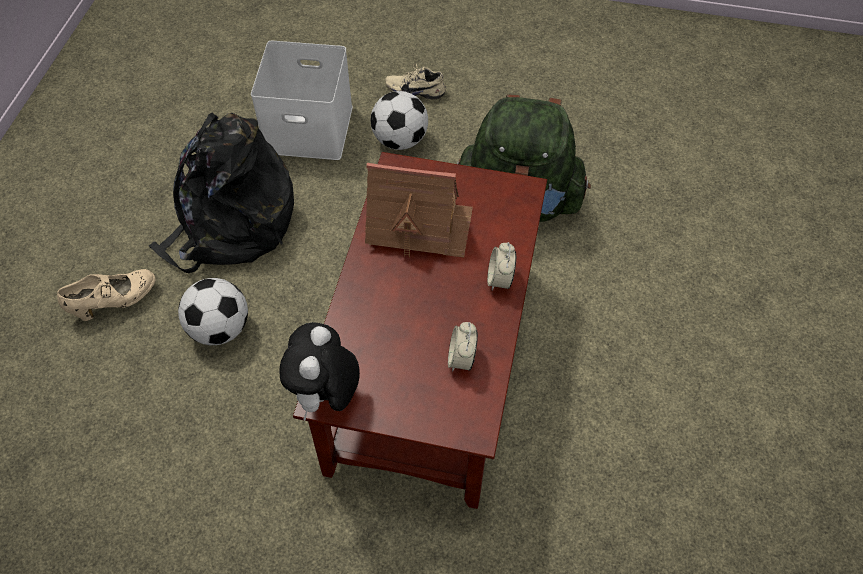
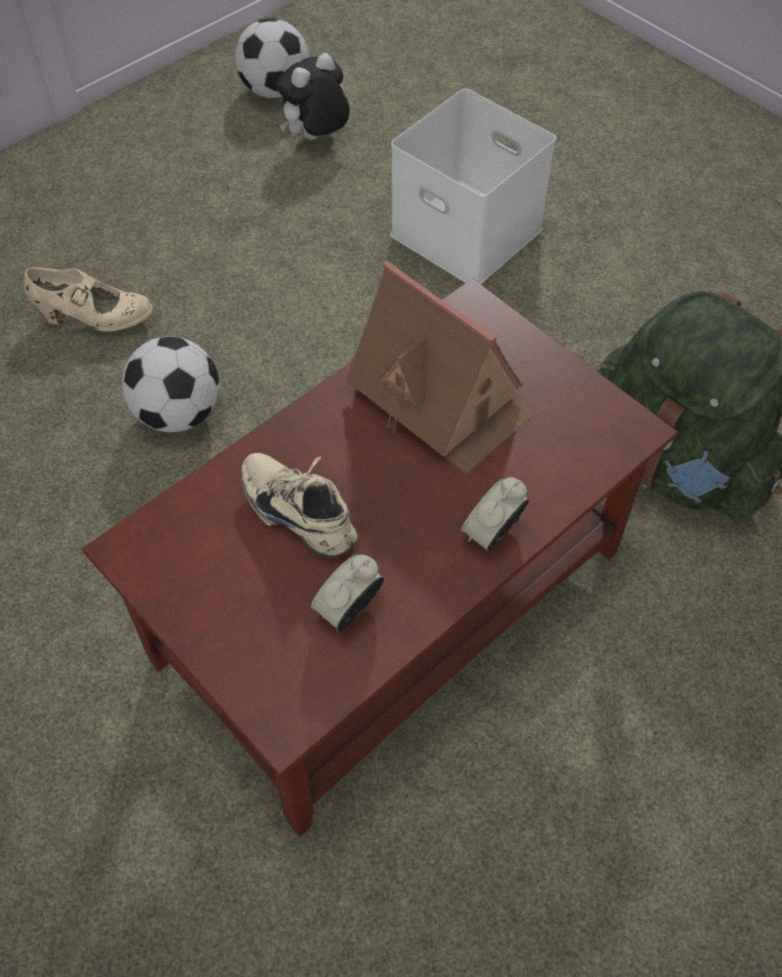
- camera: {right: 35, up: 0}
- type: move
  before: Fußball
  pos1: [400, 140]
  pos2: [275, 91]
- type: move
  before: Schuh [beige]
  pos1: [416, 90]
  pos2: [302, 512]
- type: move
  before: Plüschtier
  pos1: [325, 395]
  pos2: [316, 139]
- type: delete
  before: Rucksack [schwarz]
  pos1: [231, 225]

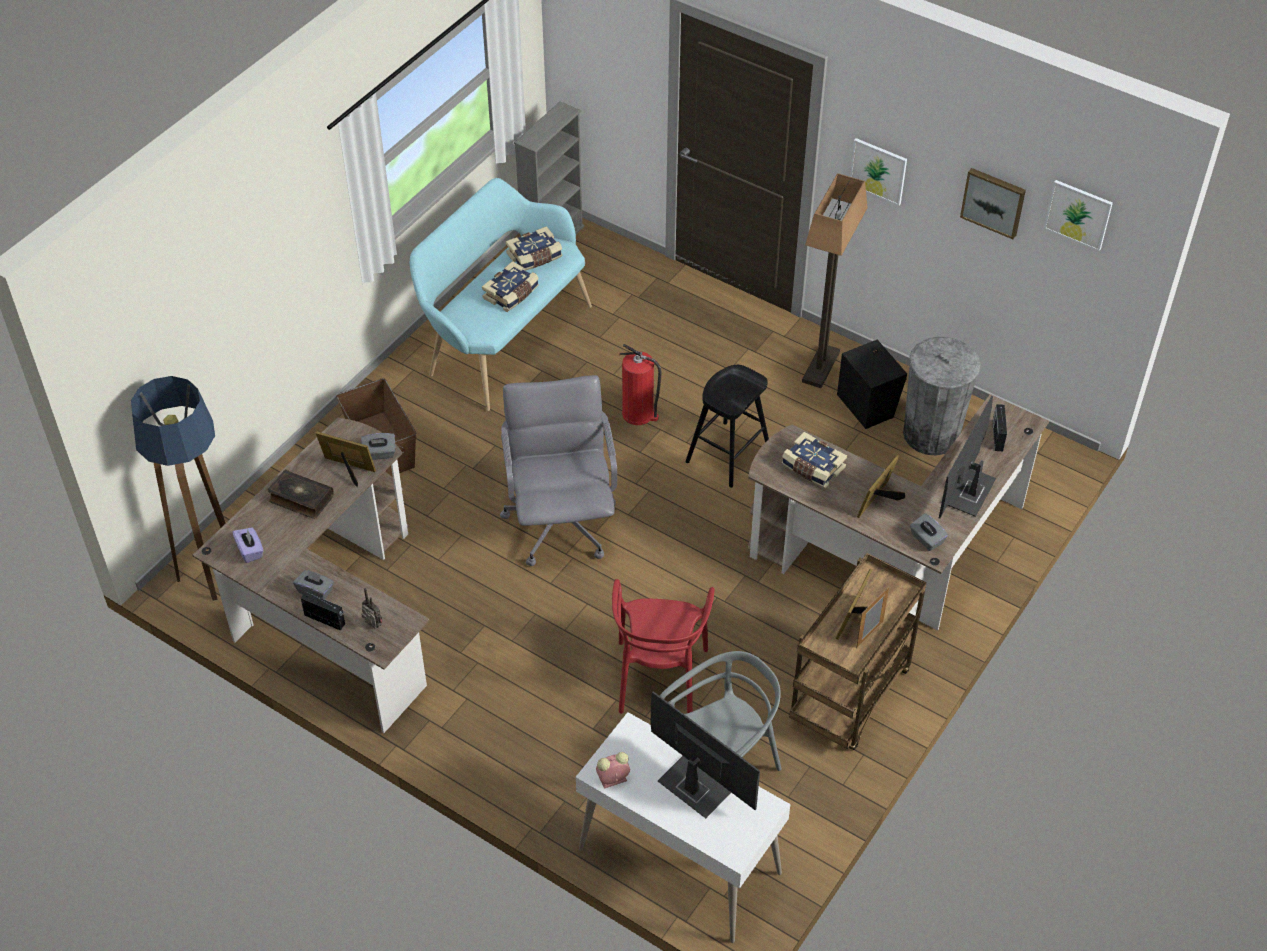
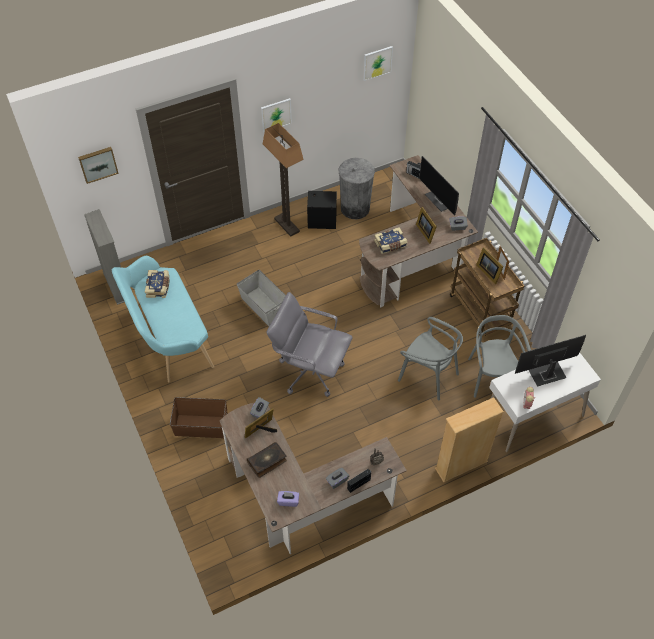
- camera: {right: -60, up: 5}
- type: move
  before: Bild
  pos1: [994, 201]
  pos2: [98, 164]
- type: replace
  before: Feuerlöscher
  after: Aufbewahrungsbox [grau]
  pos1: [639, 414]
  pos2: [263, 307]
- type: recolor
  before: Stuhl [rot]
  after: Stuhl [grau]
  pos1: [659, 678]
  pos2: [428, 375]
- type: insert
  after: Bücherregal [beige]
  pos2: [461, 465]
- type: delete
  before: Stehlampe
  pos1: [213, 572]
- type: delete
  before: Buch
  pos1: [512, 294]
- type: delete
  before: Hocker [schwarz]
  pos1: [727, 454]

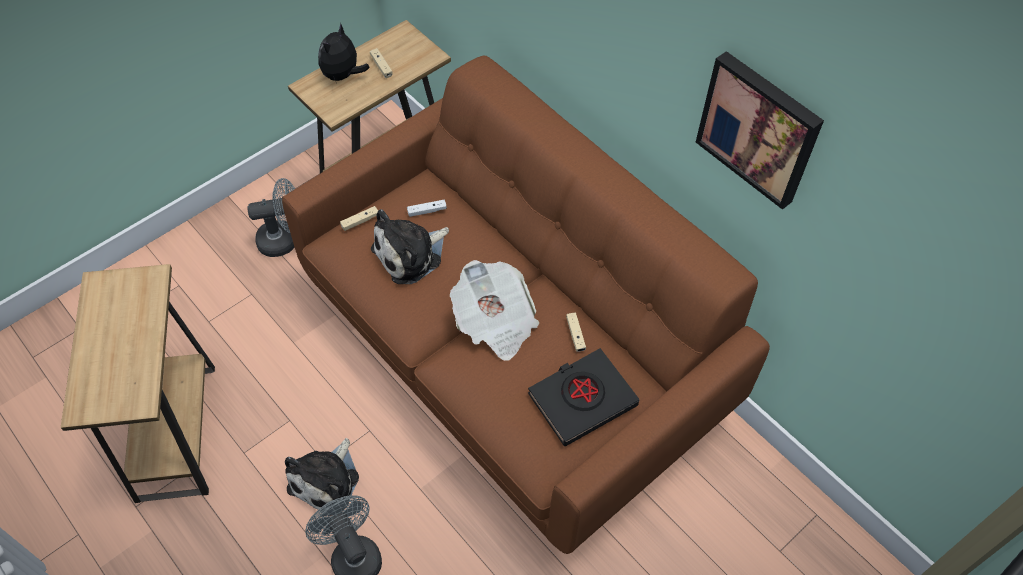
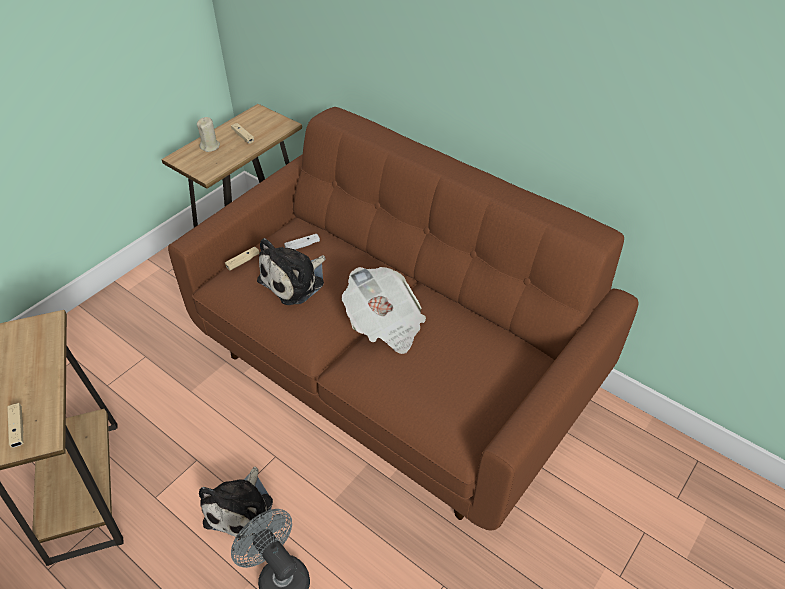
- camera: {right: -10, up: -10}
- type: move
  before: Gamepad [beige]
  pos1: [575, 335]
  pos2: [18, 428]
- type: replace
  before: Plüschtier
  after: Kerze [beige]
  pos1: [343, 76]
  pos2: [210, 146]
- type: delete
  before: Ventilator [grau]
  pos1: [284, 239]
- type: delete
  before: Buch [schwarz]
  pos1: [582, 399]
- type: delete
  before: Bild
  pos1: [760, 128]

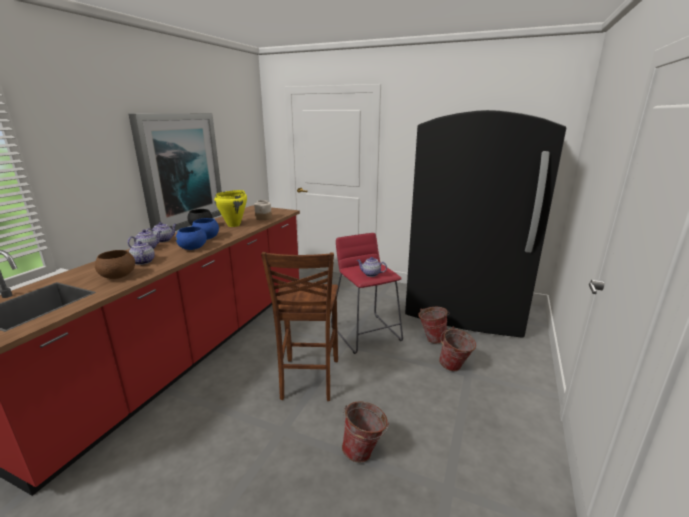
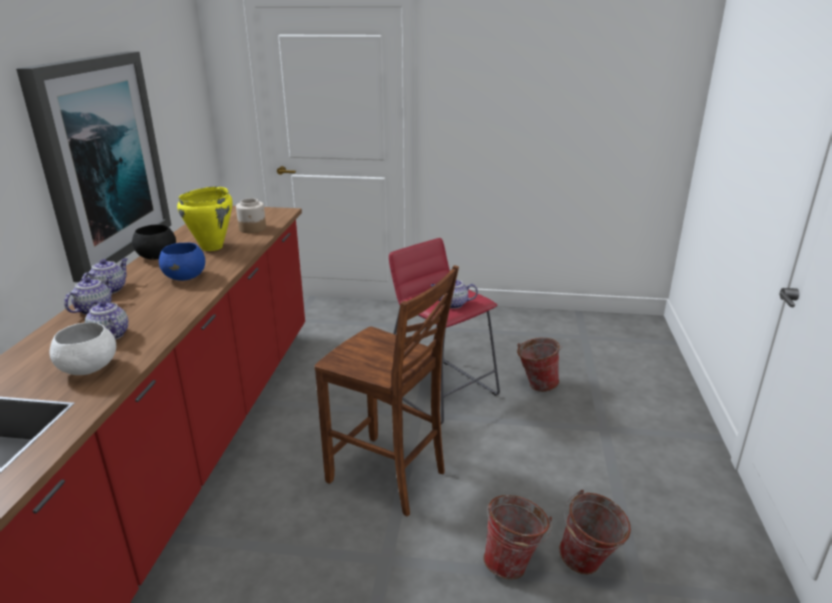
- camera: {right: -15, up: 5}
- type: recolor
  before: Schüssel [braun]
  after: Schüssel [weiß]
  pos1: [118, 276]
  pos2: [88, 368]
- type: rotate
  before: Stuhl [braun]
  pos1: [308, 380]
  pos2: [388, 477]
  turn: -45
- type: move
  before: Eimer
  pos1: [454, 368]
  pos2: [589, 564]
- type: delete
  before: Schüssel [blau]
  pos1: [193, 248]
- type: delete
  before: Kühlschrank [schwarz]
  pos1: [465, 311]

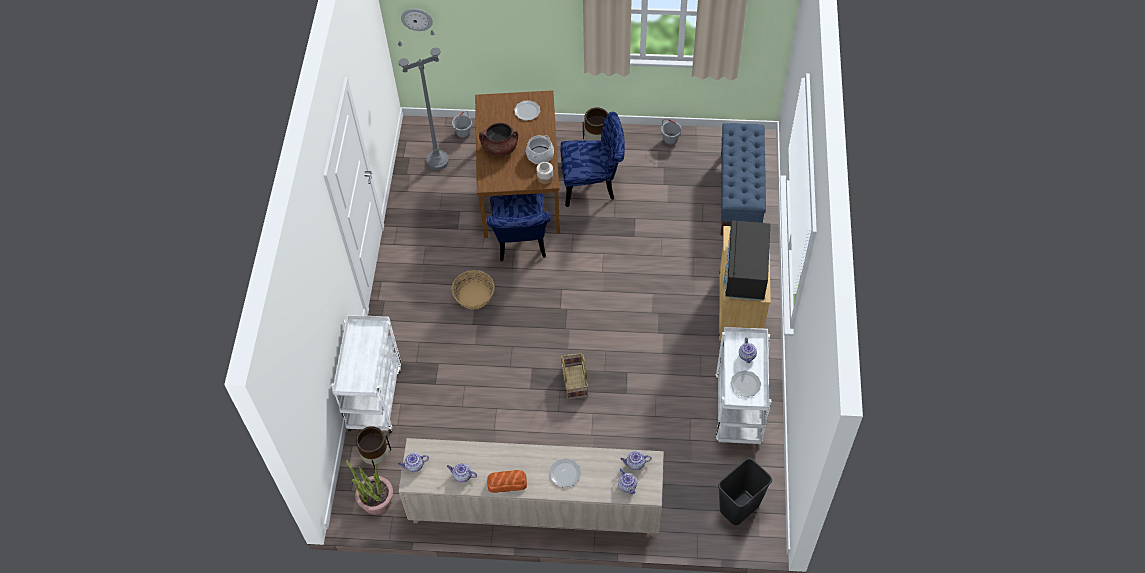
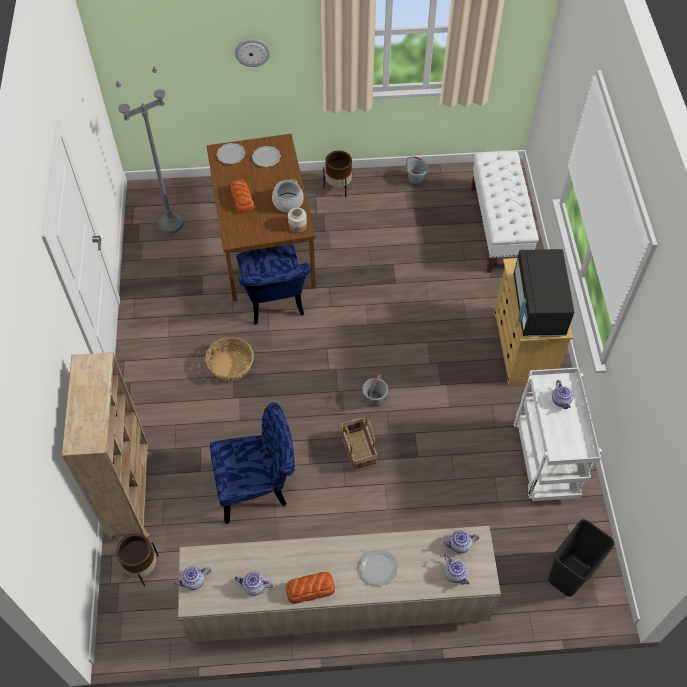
- camera: {right: -10, up: 0}
- type: replace
  before: Rollwagen [weiß]
  after: Bücherregal [beige]
  pos1: [374, 397]
  pos2: [131, 494]
- type: move
  before: Stuhl [blau]
  pos1: [593, 184]
  pos2: [258, 486]
- type: move
  before: Teller
  pos1: [745, 385]
  pos2: [231, 155]
- type: replace
  before: Kochtopf [braun]
  after: Brot
  pos1: [500, 148]
  pos2: [242, 199]
- type: move
  before: Wanduhr
  pos1: [417, 19]
  pos2: [252, 52]
- type: move
  before: Eimer [grau]
  pos1: [463, 133]
  pos2: [374, 399]
- type: recolor
  before: Bank [blau]
  after: Bank [weiß]
  pos1: [739, 194]
  pos2: [498, 228]
- type: delete
  before: Topfpflanze
  pos1: [376, 499]

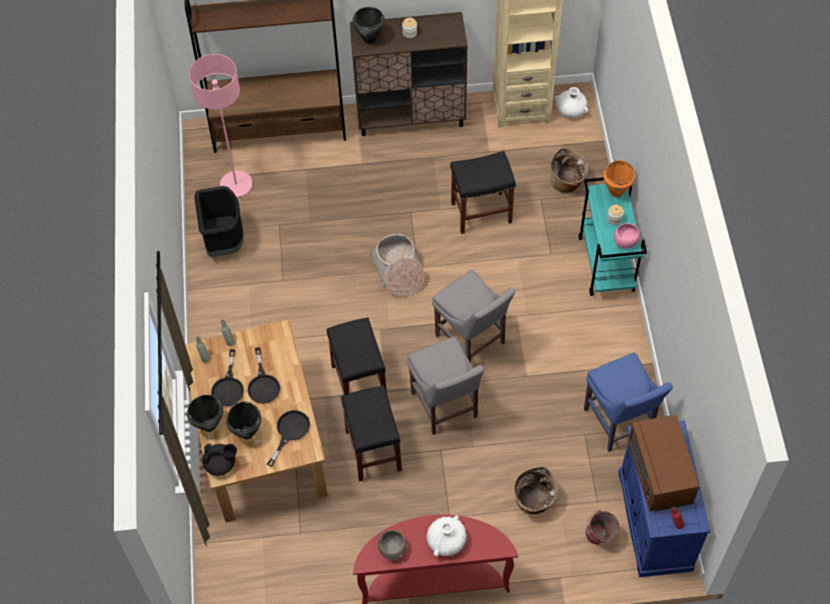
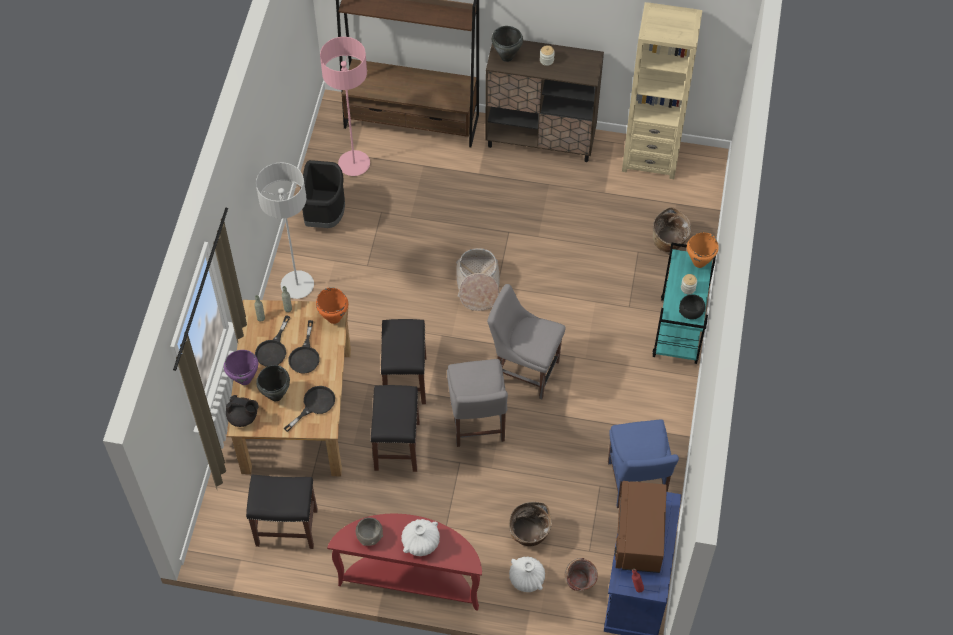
- camera: {right: 15, up: 0}
- type: recolor
  before: Kochtopf [schwarz]
  after: Kochtopf [lila]
  pos1: [209, 425]
  pos2: [245, 379]
- type: move
  before: Hocker [schwarz]
  pos1: [480, 213]
  pos2: [285, 528]
- type: insert
  after: Stehlampe [grau]
  pos2: [297, 285]
- type: insert
  after: Kochtopf [orange]
  pos2: [334, 318]
- type: rotate
  before: Stuhl [grau]
  pos1: [472, 341]
  pos2: [524, 370]
  turn: 135
- type: move
  before: Vase [weiß]
  pos1: [570, 110]
  pos2: [526, 579]
- type: recolor
  before: Schüssel [rosa]
  after: Schüssel [schwarz]
  pos1: [625, 241]
  pos2: [690, 312]

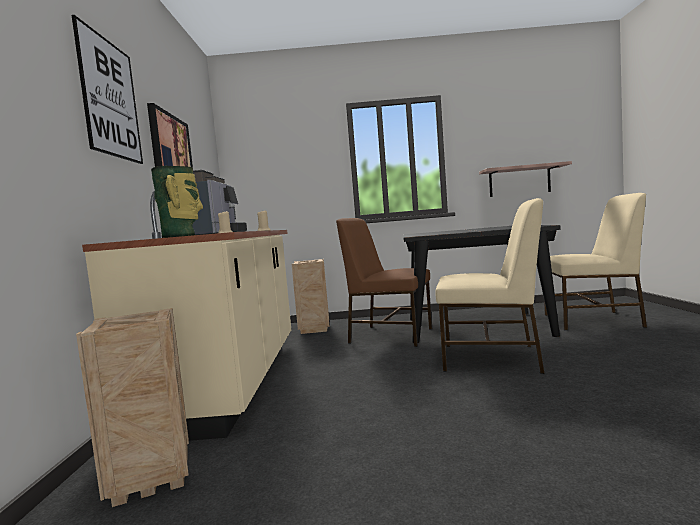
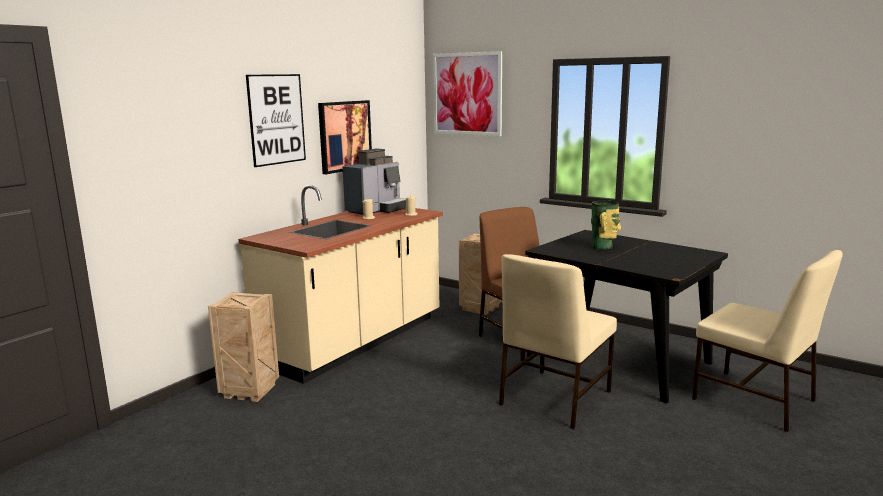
- camera: {right: 35, up: 10}
- type: insert
  after: Bild
  pos2: [467, 94]
- type: rotate
  before: Stuhl [beige]
  pos1: [492, 358]
  pos2: [553, 398]
  turn: 75
- type: move
  before: Vase
  pos1: [181, 236]
  pos2: [603, 247]
- type: delete
  before: Wandregal
  pos1: [519, 181]

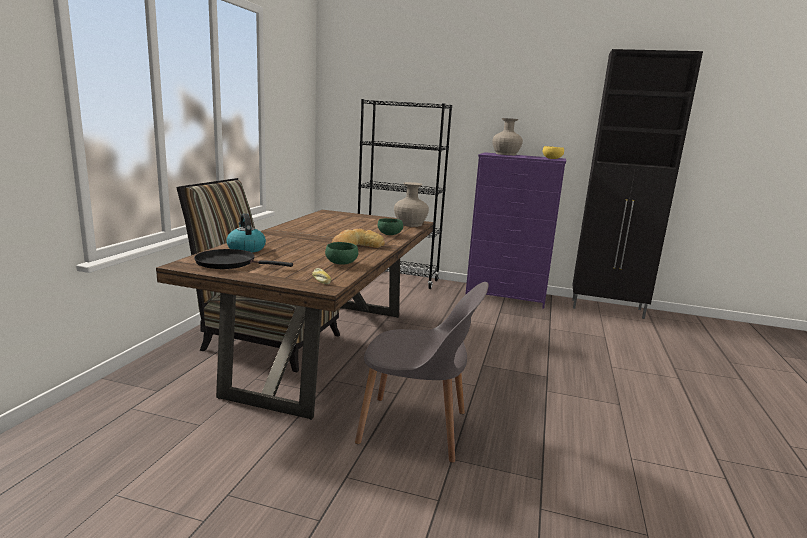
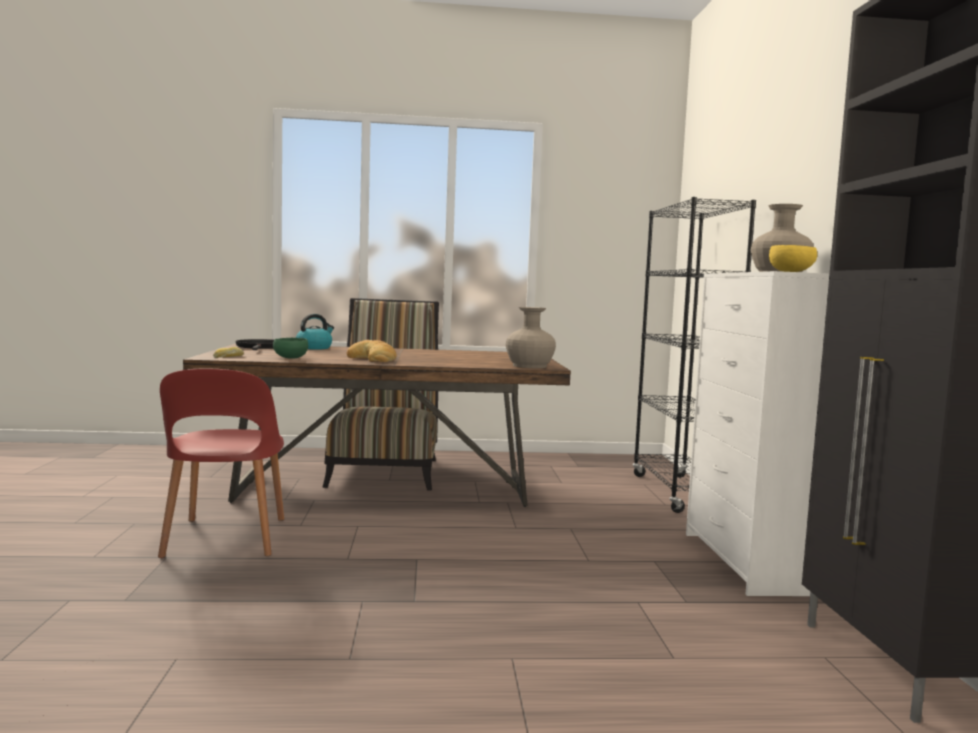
- camera: {right: 70, up: -10}
- type: recolor
  before: Stuhl [grau]
  after: Stuhl [rot]
  pos1: [416, 428]
  pos2: [225, 539]
- type: recolor
  before: Kommode [lila]
  after: Kommode [weiß]
  pos1: [506, 296]
  pos2: [754, 563]
- type: delete
  before: Schüssel [grün]
  pos1: [389, 234]

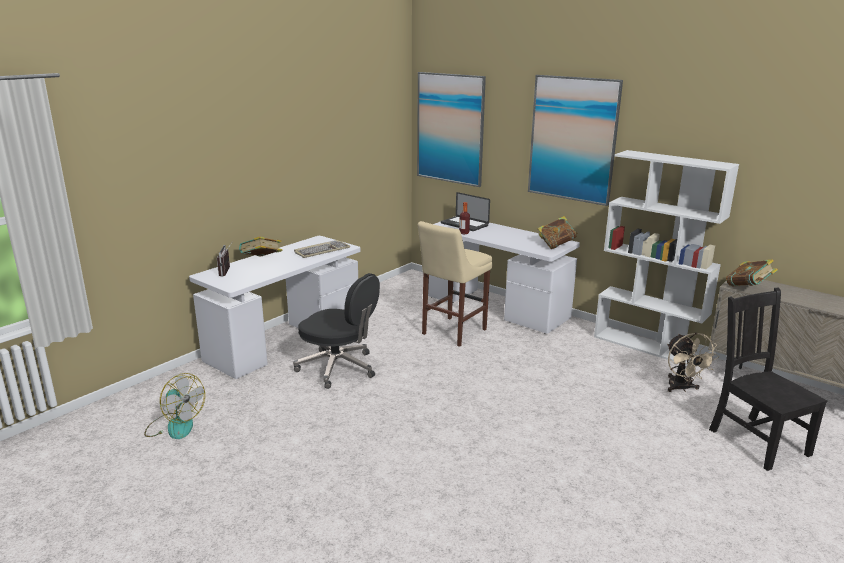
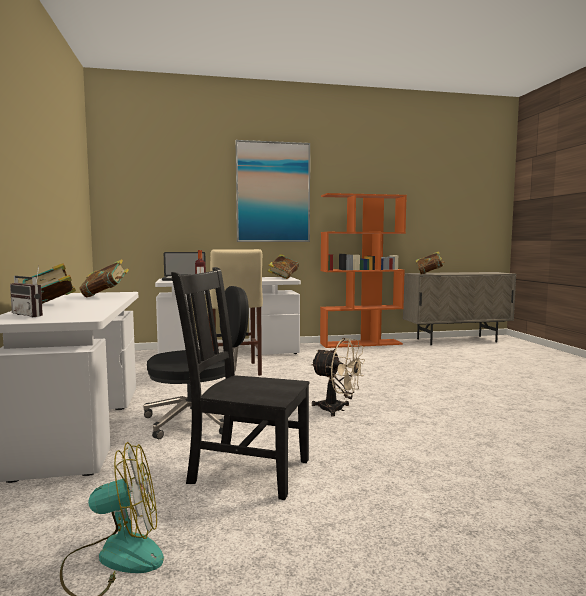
- camera: {right: -50, up: -15}
- type: replace
  before: Tastatur
  after: Buch
  pos1: [322, 251]
  pos2: [105, 296]
- type: move
  before: Stuhl [schwarz]
  pos1: [756, 440]
  pos2: [246, 470]
- type: move
  before: Ventilator [beige]
  pos1: [682, 388]
  pos2: [337, 410]
- type: recolor
  before: Bücherregal [weiß]
  after: Bücherregal [orange]
  pos1: [648, 346]
  pos2: [361, 343]
- type: delete
  before: Bild
  pos1: [450, 128]

